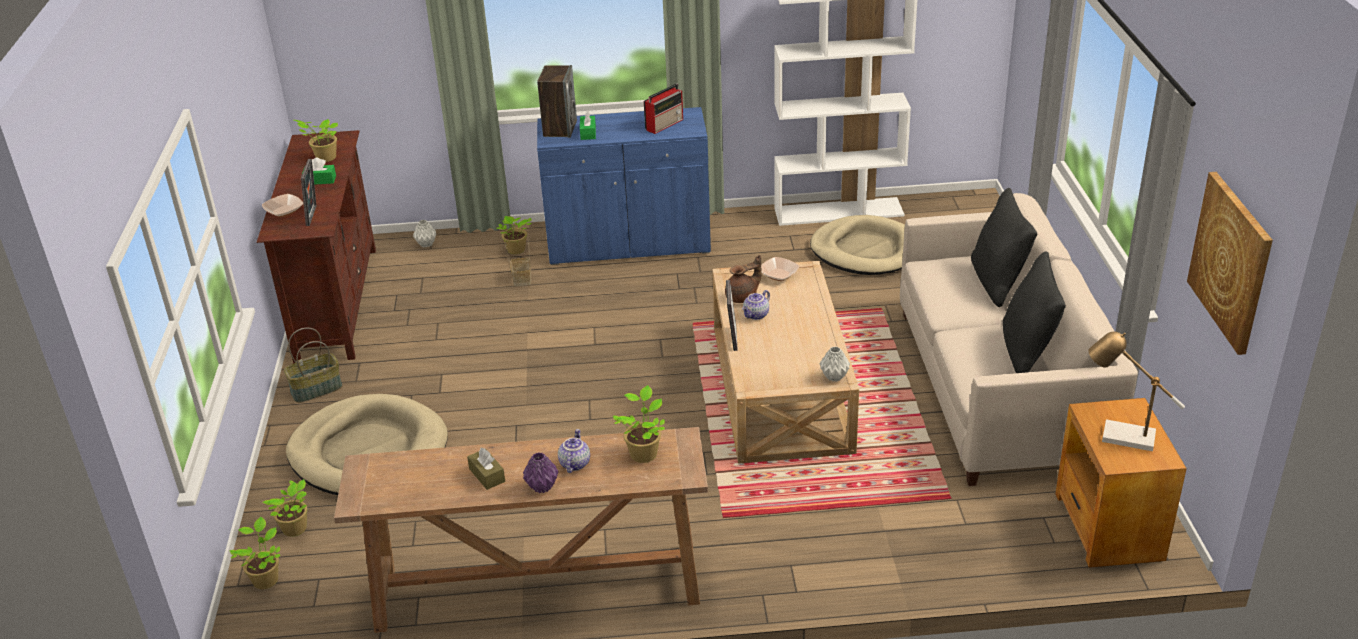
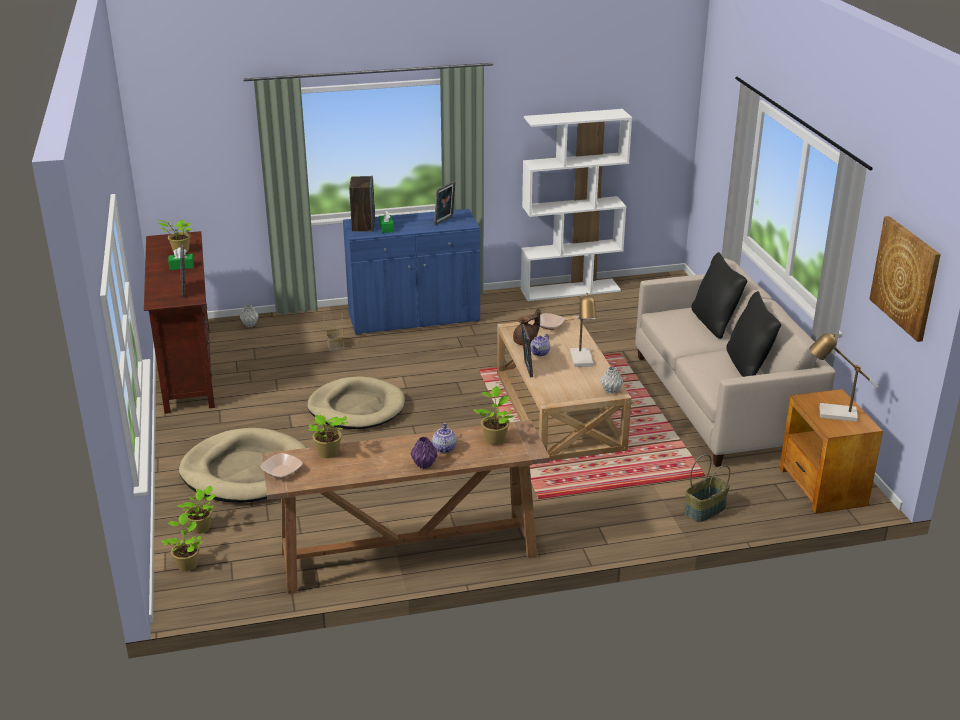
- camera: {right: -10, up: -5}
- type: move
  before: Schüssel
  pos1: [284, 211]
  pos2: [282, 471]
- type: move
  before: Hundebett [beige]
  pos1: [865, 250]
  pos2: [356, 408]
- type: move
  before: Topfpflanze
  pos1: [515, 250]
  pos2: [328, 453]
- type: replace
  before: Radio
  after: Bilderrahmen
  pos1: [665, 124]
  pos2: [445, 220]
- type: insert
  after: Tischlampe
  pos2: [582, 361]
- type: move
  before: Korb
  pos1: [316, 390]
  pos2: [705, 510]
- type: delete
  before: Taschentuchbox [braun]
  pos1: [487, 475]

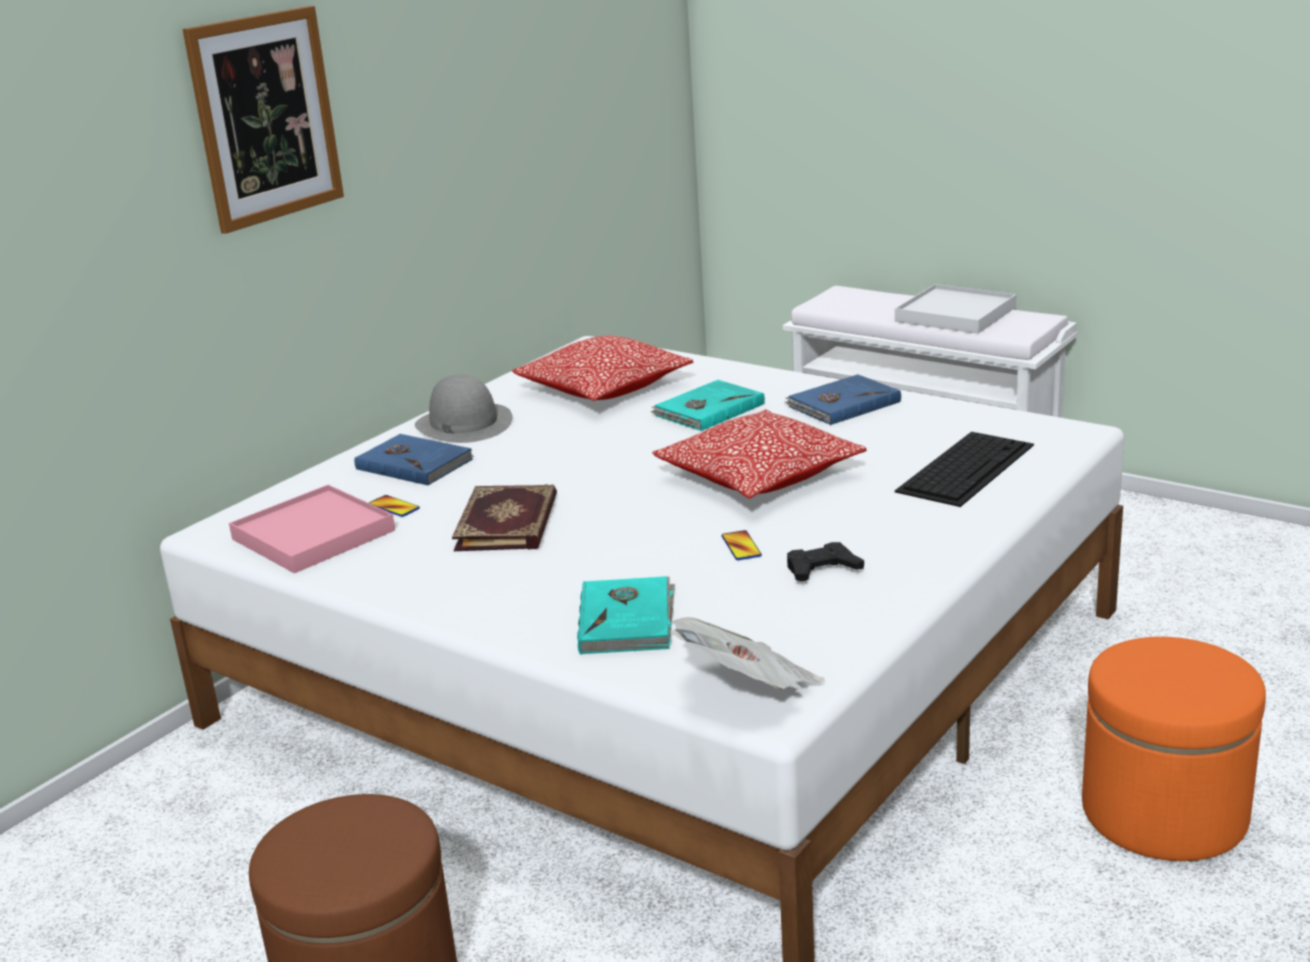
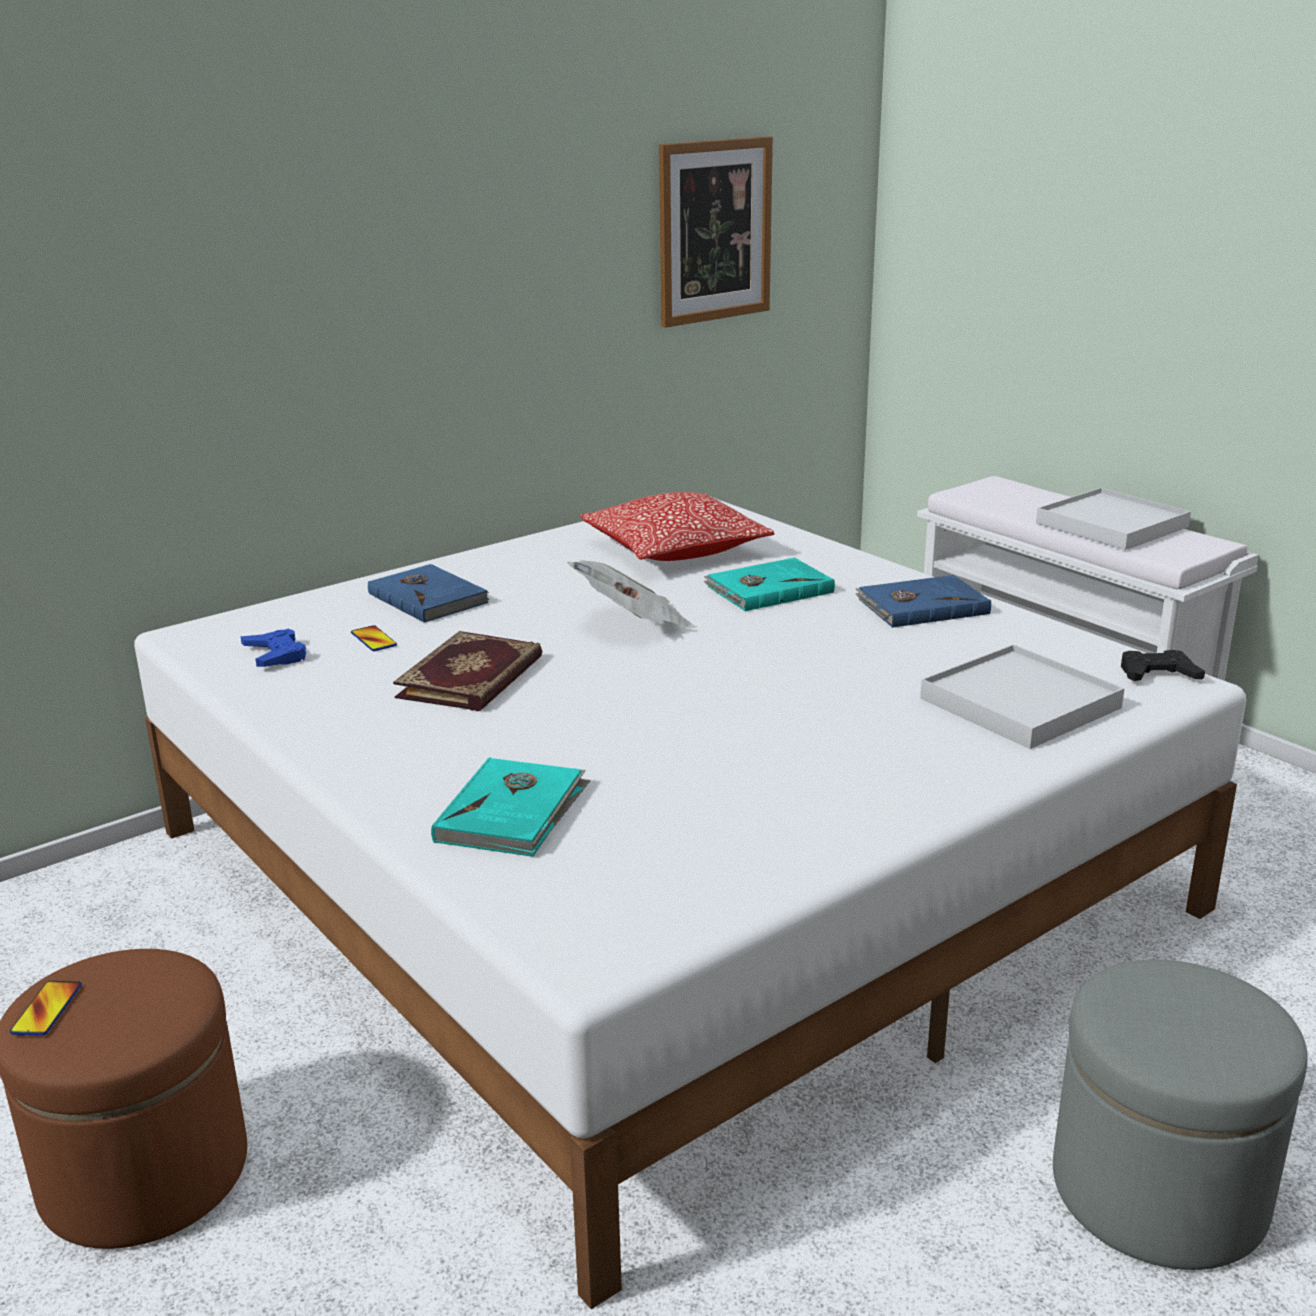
- camera: {right: 15, up: 0}
- type: move
  before: Handy
  pos1: [741, 546]
  pos2: [47, 1009]
- type: replace
  before: Tablett [rosa]
  after: Gamepad [blau]
  pos1: [314, 535]
  pos2: [275, 655]
- type: move
  before: Zeitung
  pos1: [749, 689]
  pos2: [634, 625]
- type: move
  before: Bild
  pos1: [265, 118]
  pos2: [715, 231]
- type: replace
  before: Tastatur
  after: Tablett [weiß]
  pos1: [966, 467]
  pos2: [1020, 703]
- type: recolor
  before: Polsterhocker [orange]
  after: Polsterhocker [grau]
  pos1: [1164, 812]
  pos2: [1158, 1190]
- type: move
  before: Gamepad [schwarz]
  pos1: [822, 569]
  pos2: [1157, 674]
- type: delete
  before: Hut [grau]
  pos1: [463, 423]
- type: delete
  before: Kissen
  pos1: [759, 477]

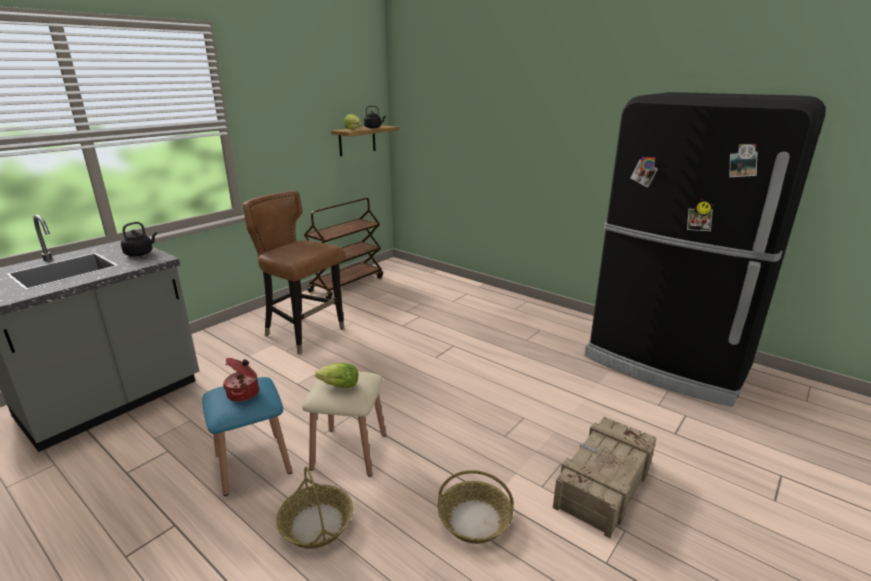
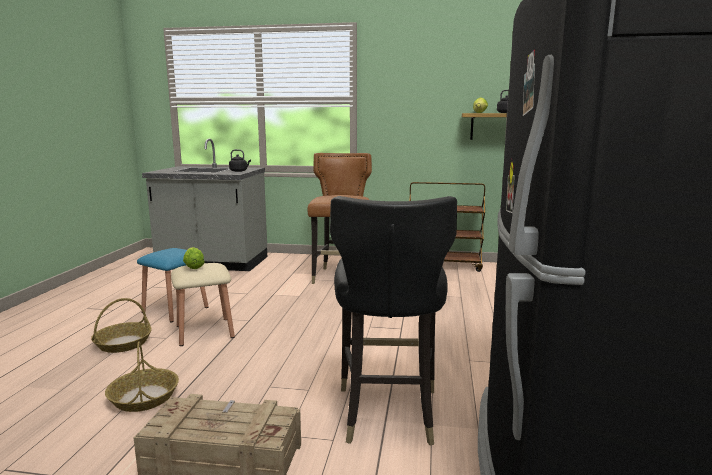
- camera: {right: 60, up: -10}
- type: insert
  after: Stuhl [schwarz]
  pos2: [387, 412]
- type: delete
  before: Kochtopf
  pos1: [244, 393]

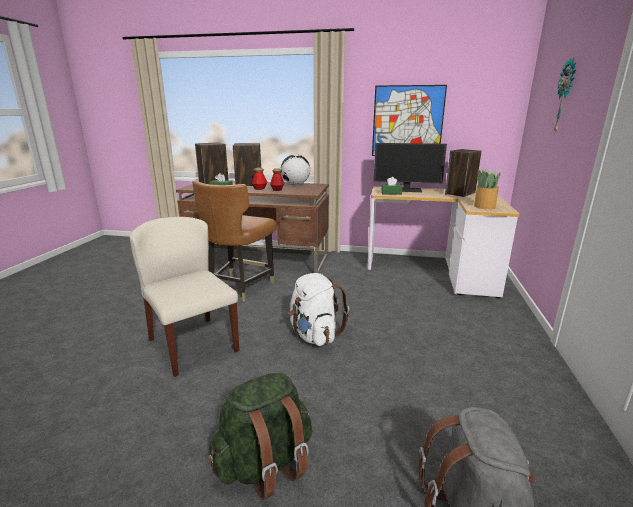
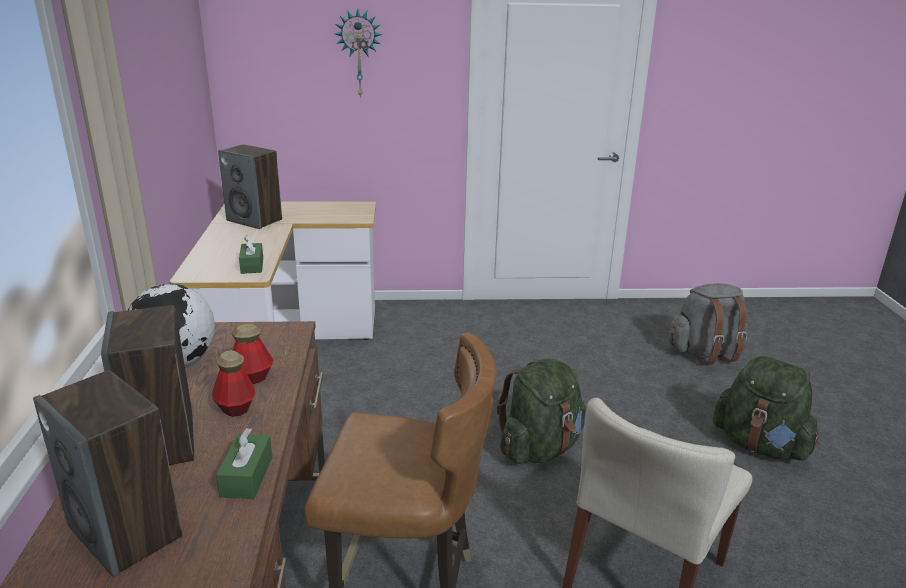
- camera: {right: -105, up: 5}
- type: recolor
  before: Rucksack [weiß]
  after: Rucksack [grün]
  pos1: [314, 335]
  pos2: [540, 448]
- type: delete
  before: Bild
  pos1: [407, 121]
- type: delete
  before: Monitor
  pos1: [406, 190]
- type: delete
  before: Topfpflanze
  pos1: [484, 206]

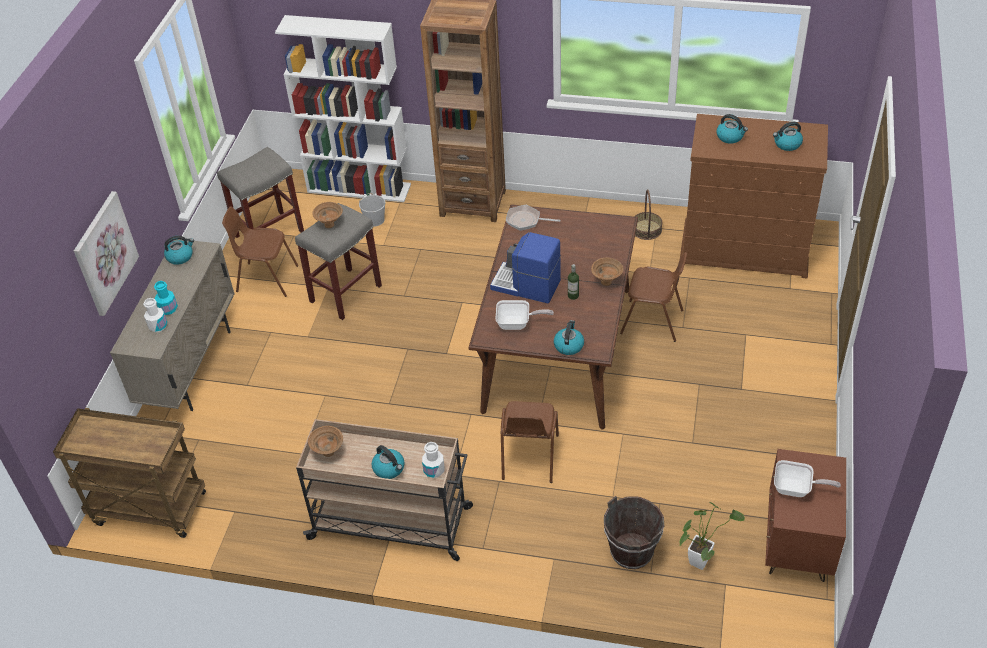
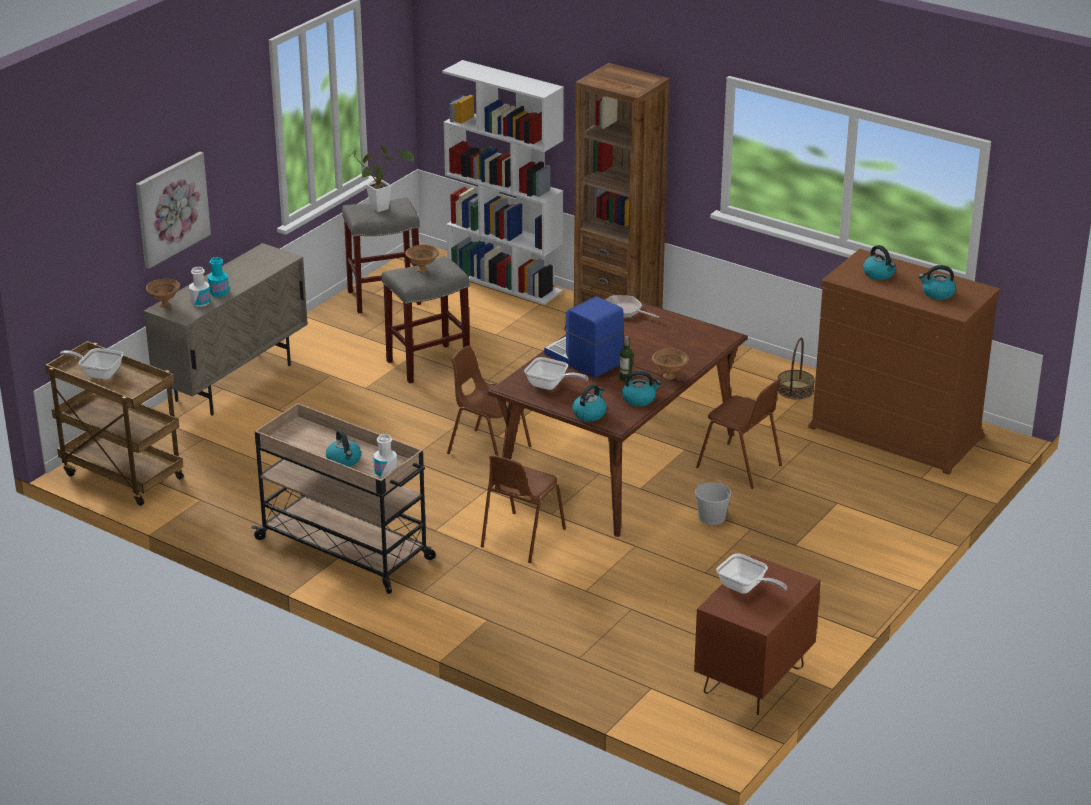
- camera: {right: 20, up: -15}
- type: insert
  after: Pfanne
  pos2: [98, 373]
- type: move
  before: Schüssel [braun]
  pos1: [329, 453]
  pos2: [165, 305]
- type: move
  before: Topfpflanze
  pos1: [701, 558]
  pos2: [383, 207]
- type: move
  before: Stuhl [braun]
  pos1: [266, 279]
  pos2: [488, 450]
- type: move
  before: Wasserkessel
  pos1: [180, 256]
  pos2: [639, 399]
- type: move
  before: Eimer [weiß]
  pos1: [375, 219]
  pos2: [712, 517]
- type: delete
  before: Eimer [braun]
  pos1: [632, 551]

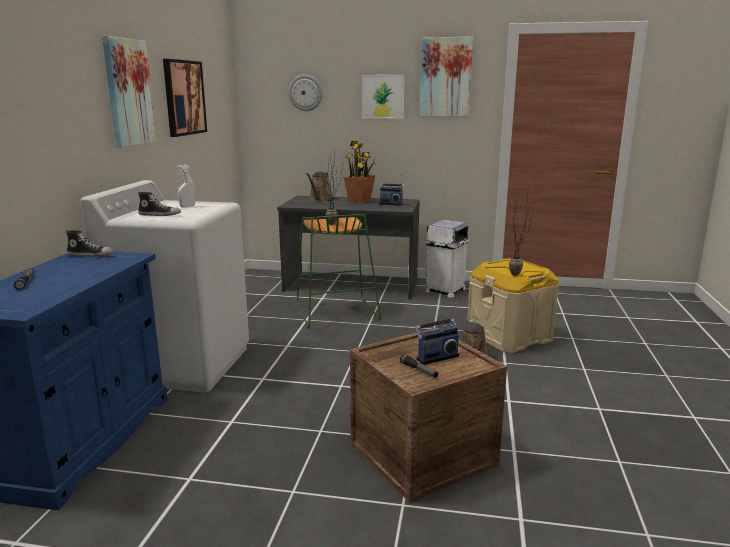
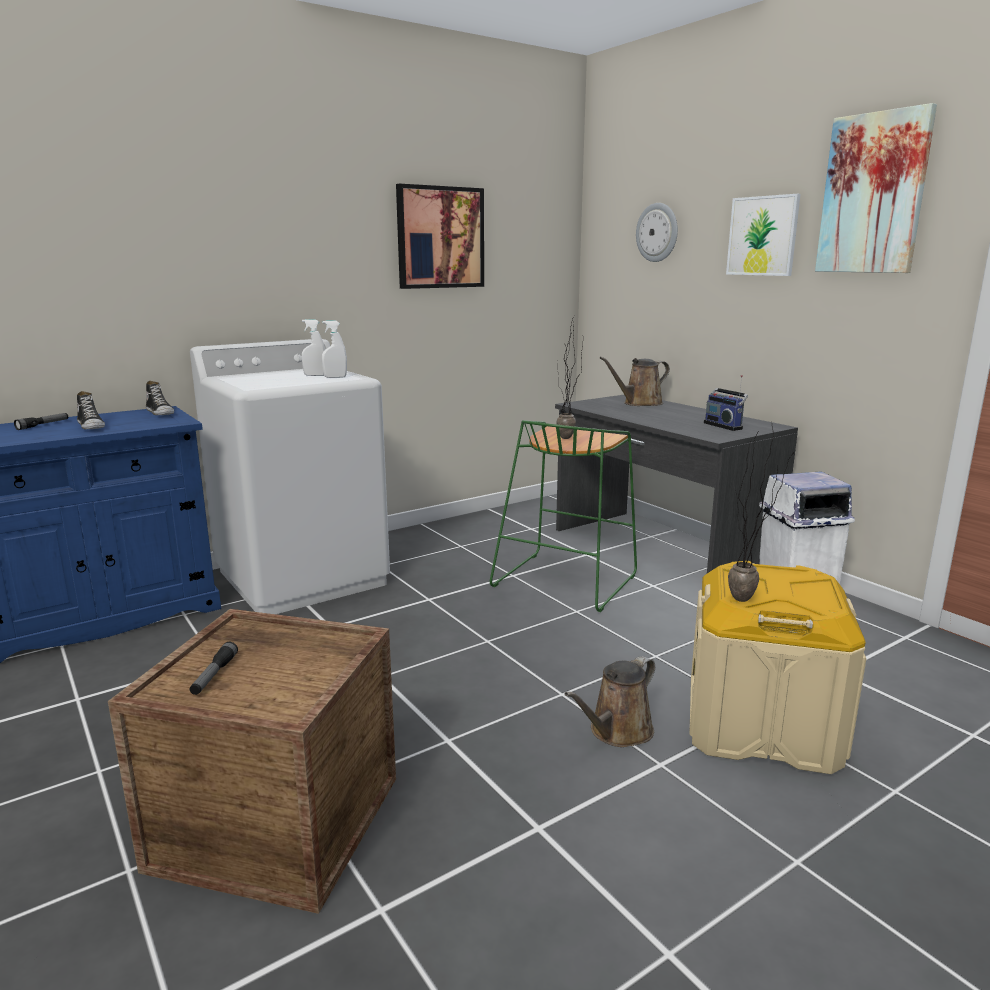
- camera: {right: 45, up: 0}
- type: move
  before: Schuh
  pos1: [160, 215]
  pos2: [91, 426]
- type: insert
  after: Sprühflasche [weiß]
  pos2: [335, 377]
- type: delete
  before: Bild
  pos1: [128, 92]
- type: delete
  before: Topfpflanze
  pos1: [359, 201]
- type: delete
  before: Radio
  pos1: [436, 357]

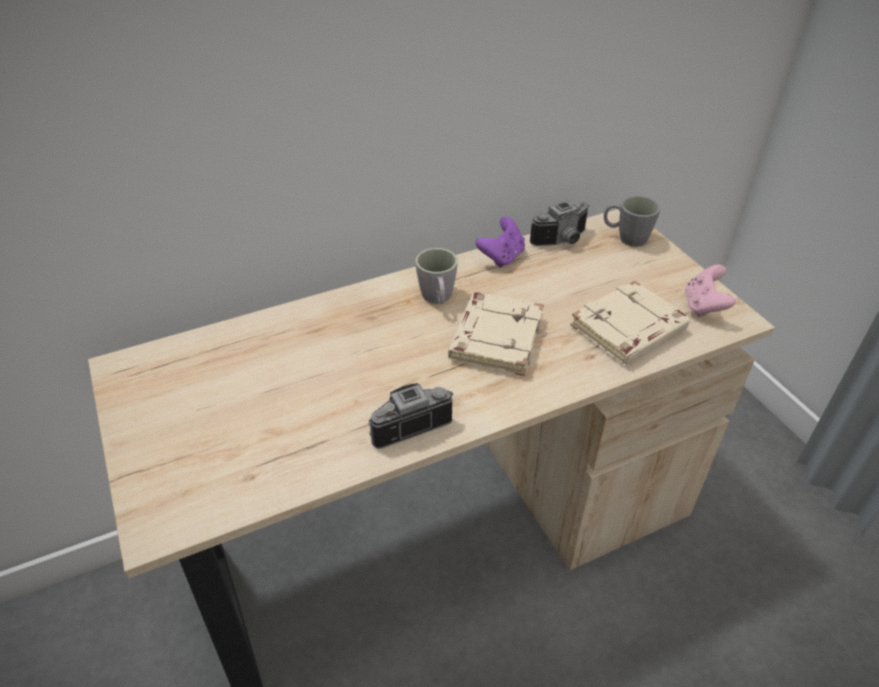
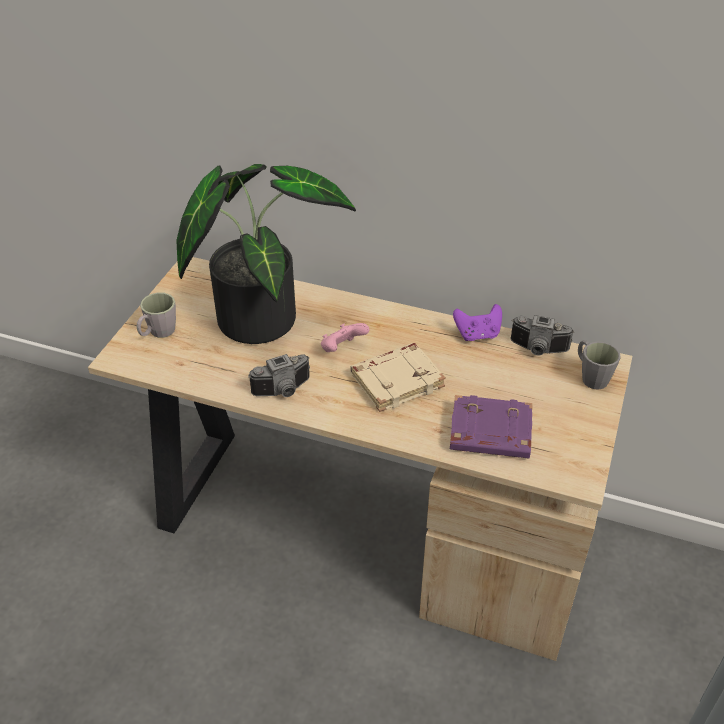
- camera: {right: 45, up: 0}
- type: move
  before: Henkelbecher [grau]
  pos1: [437, 299]
  pos2: [158, 333]
- type: insert
  after: Topfpflanze
  pos2: [260, 313]
- type: rotate
  before: Kamera
  pos1: [407, 422]
  pos2: [284, 391]
  turn: 135
- type: move
  before: Gamepad [rosa]
  pos1: [703, 306]
  pos2: [342, 349]
- type: recolor
  before: Buch [beige]
  after: Buch [lila]
  pos1: [628, 330]
  pos2: [489, 433]

